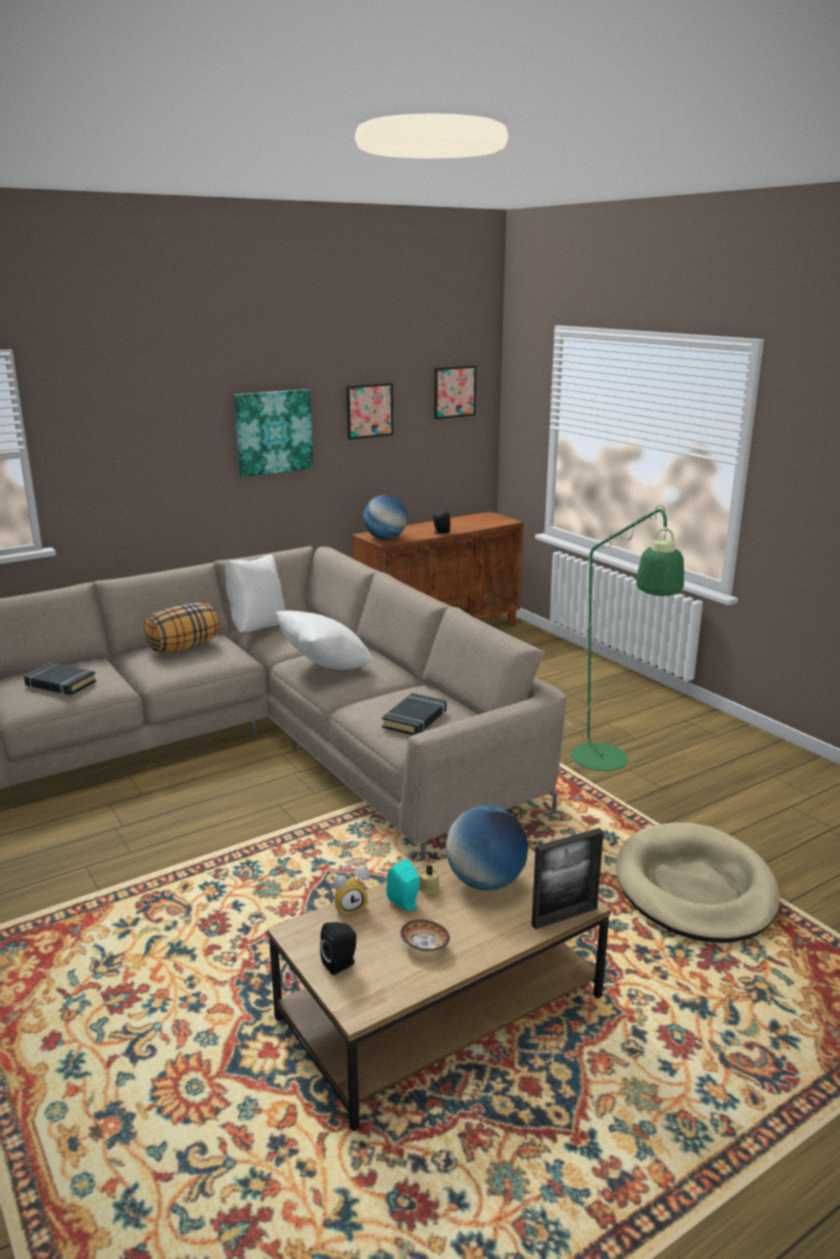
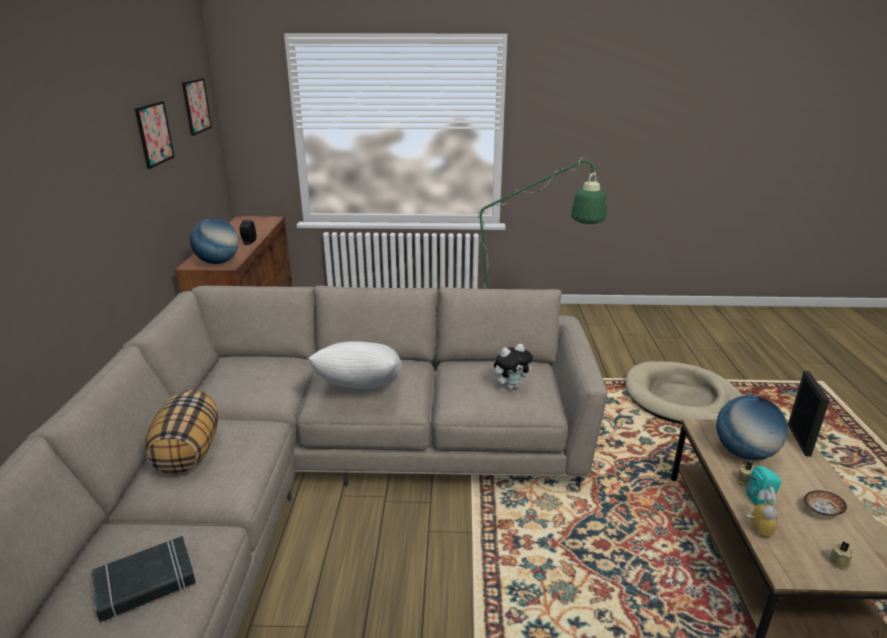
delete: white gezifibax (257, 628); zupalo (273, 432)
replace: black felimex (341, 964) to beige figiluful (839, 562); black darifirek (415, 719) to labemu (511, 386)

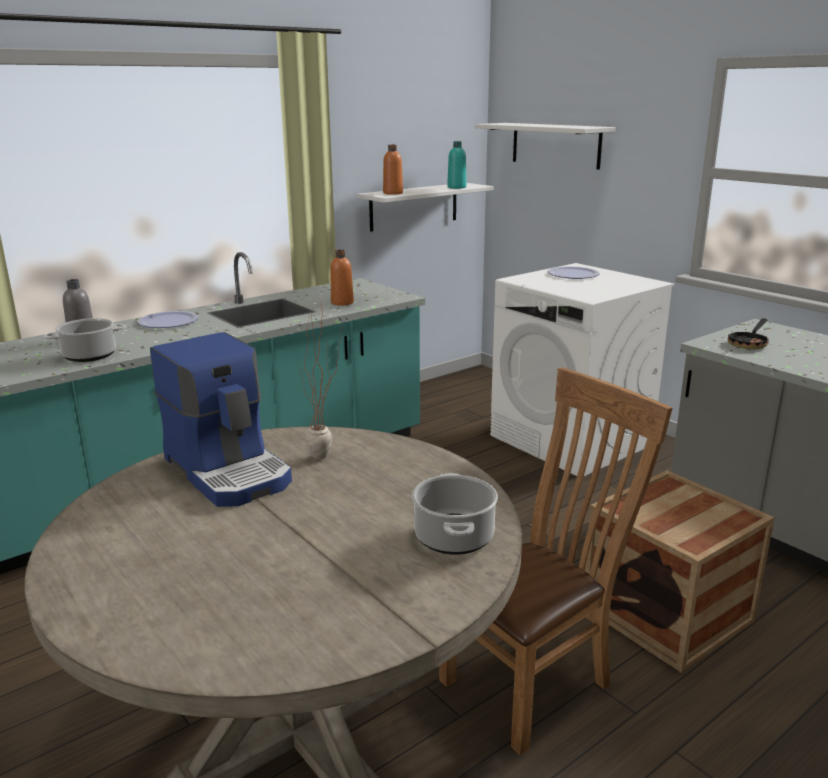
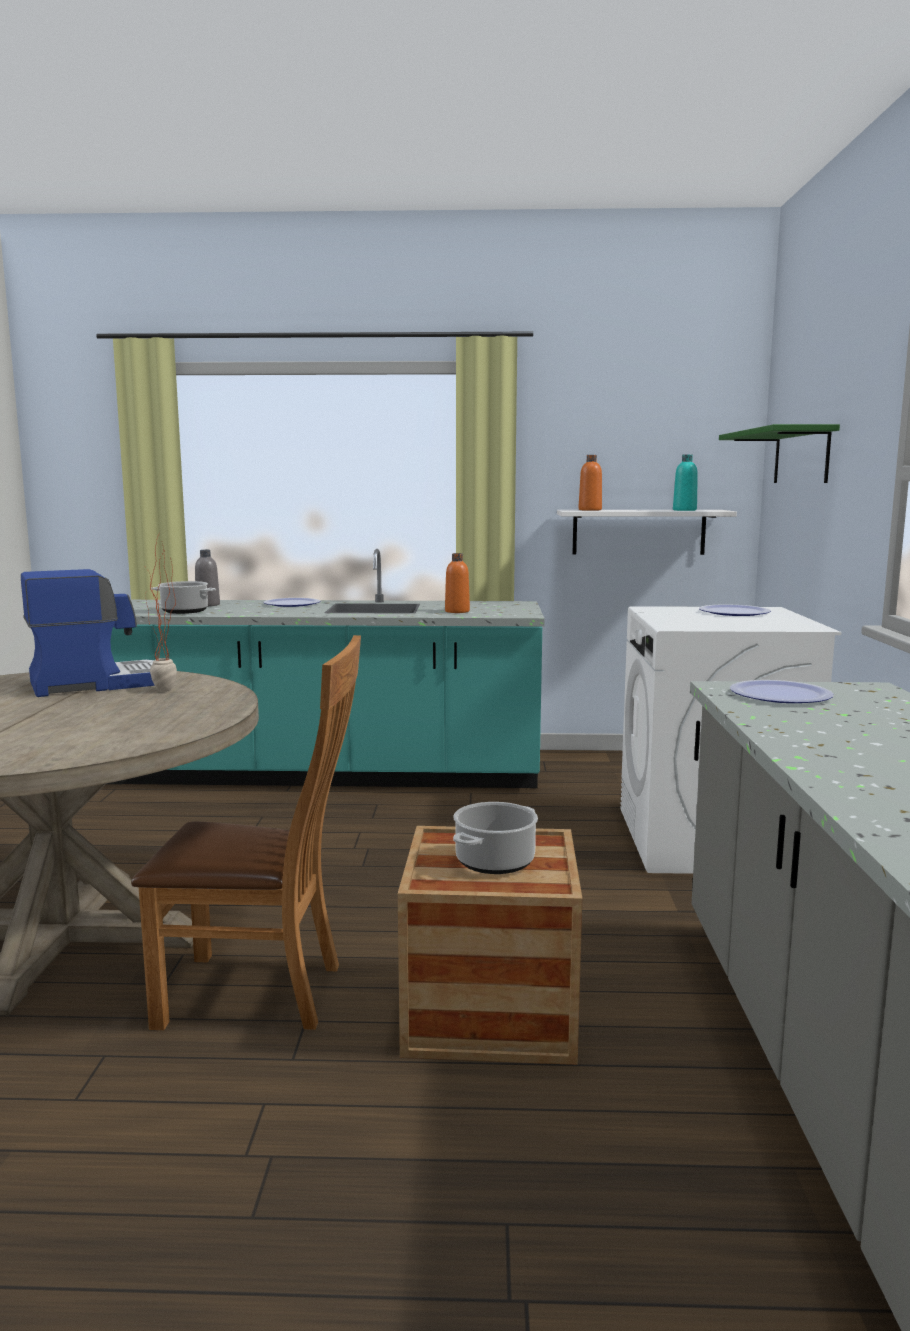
move: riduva (453, 536) to (495, 861)
replace: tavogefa (749, 343) to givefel (780, 695)
recolor: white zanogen (555, 145) to green zanogen (801, 456)
rotate: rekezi (229, 470) = (98, 683) 120 degrees counterclockwise

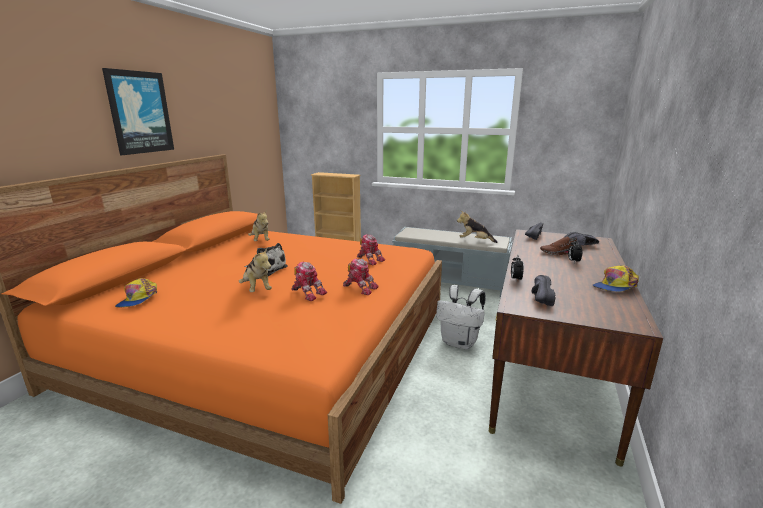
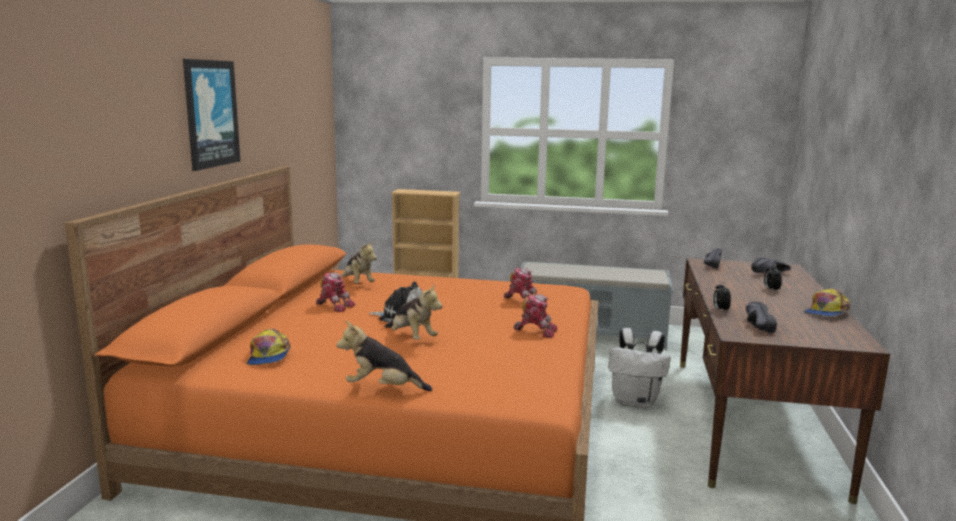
delete: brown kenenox (560, 253)
move: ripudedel (308, 293) to (334, 306); labemu (475, 241) to (383, 388)

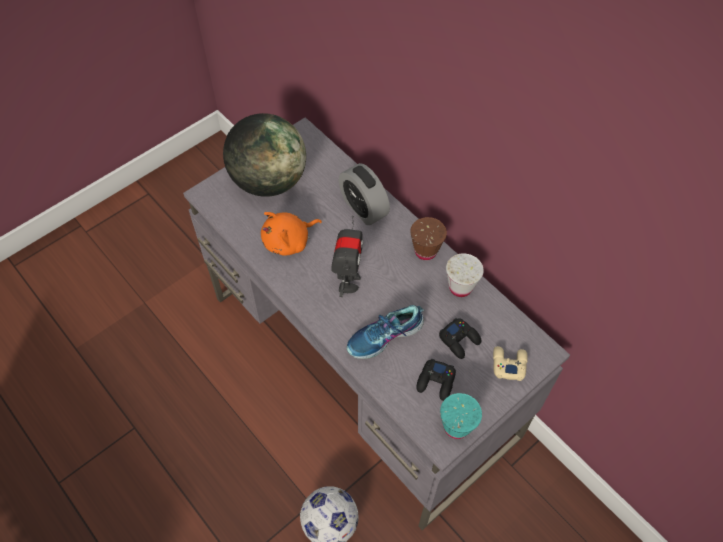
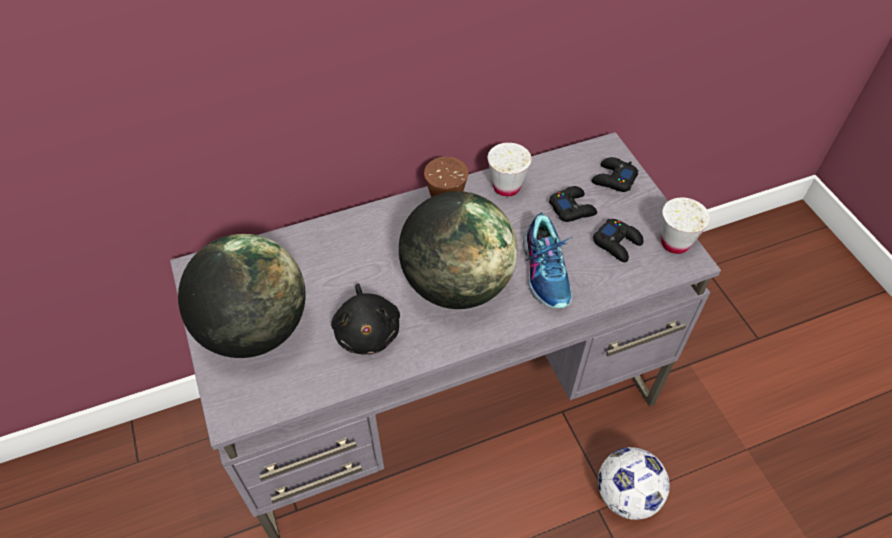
delete: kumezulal (363, 208)
replace: ripudedel (348, 281) to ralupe (456, 285)
recolor: orange labemu (289, 241) to black labemu (367, 331); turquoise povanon (456, 427) to white povanon (675, 243); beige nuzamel (508, 364) to black nuzamel (613, 179)

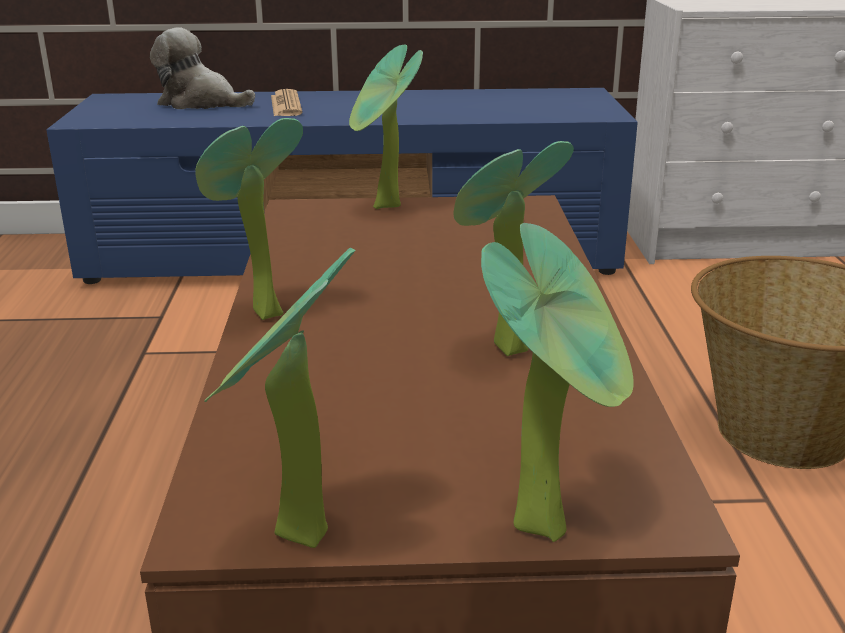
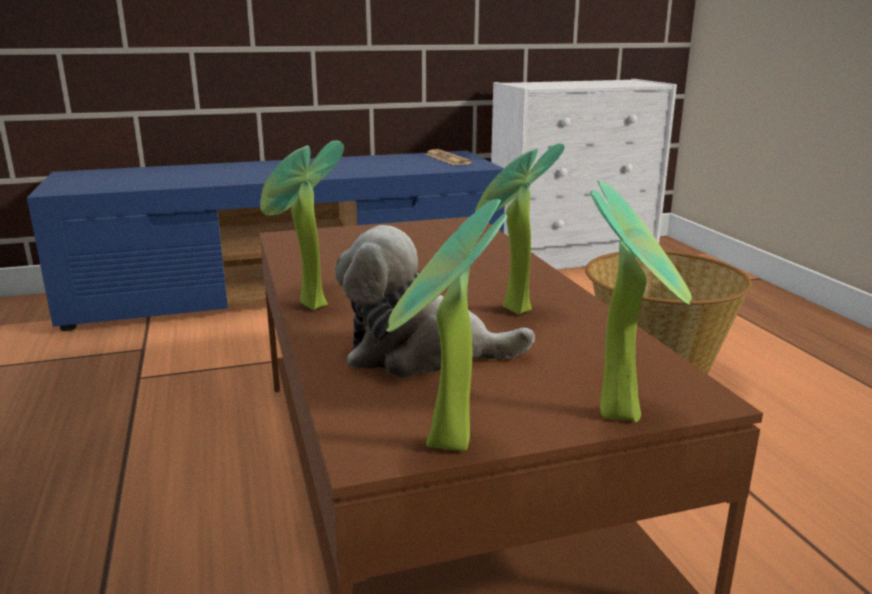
delete: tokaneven (385, 208)
move: labemu (201, 103) to (421, 353); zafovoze (286, 105) to (447, 159)

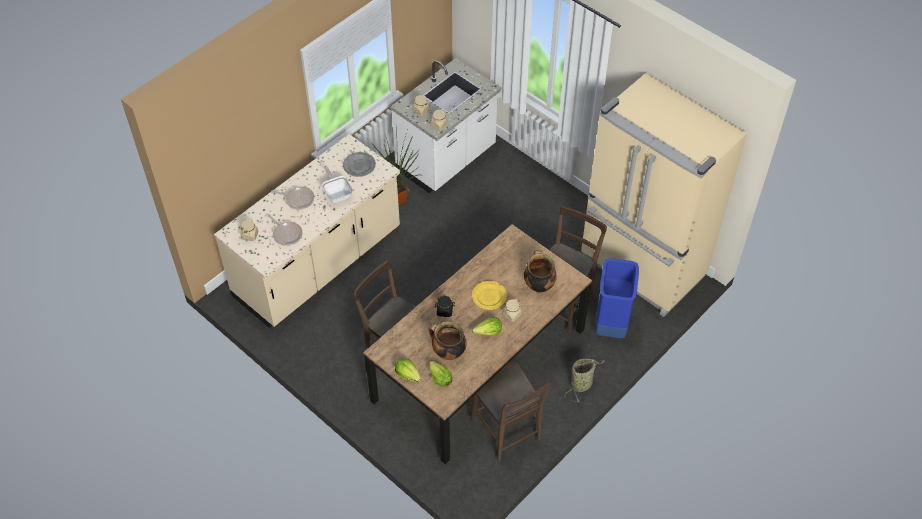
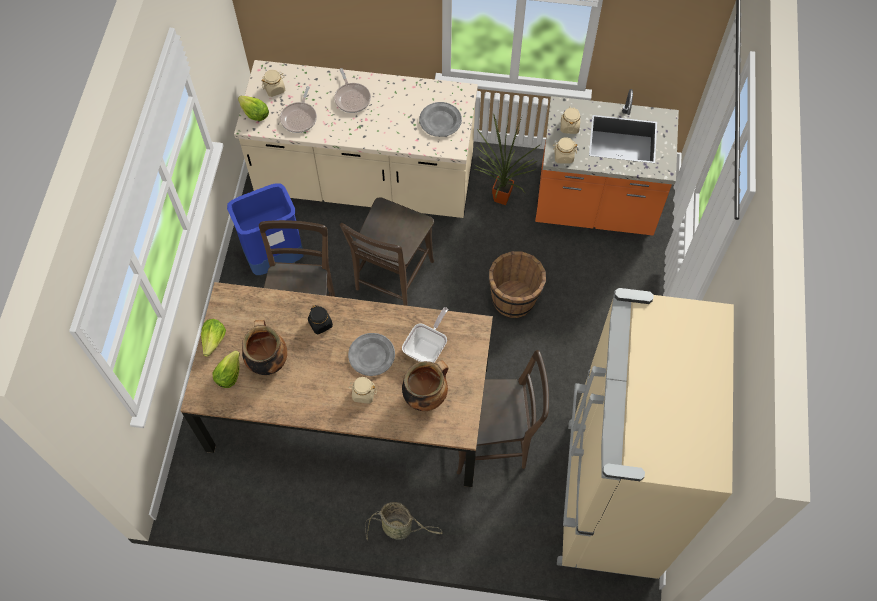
insert: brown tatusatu (514, 298)
move: tavogefa (337, 194) to (427, 347); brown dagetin (507, 432) to (392, 279); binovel (488, 332) to (254, 114); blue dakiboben (610, 325) to (275, 258)
recolor: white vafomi (447, 160) to orange vafomi (594, 207); yellow givefel (489, 296) to grey givefel (372, 355)

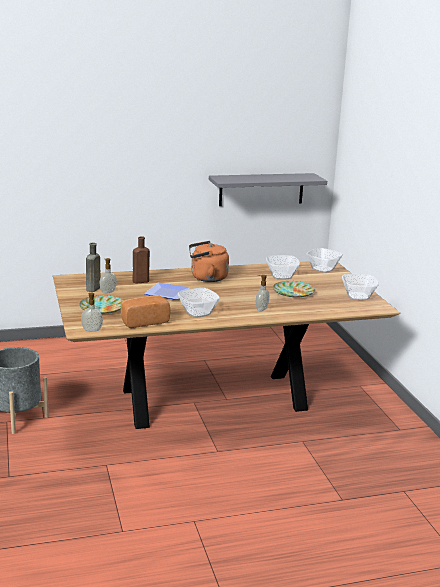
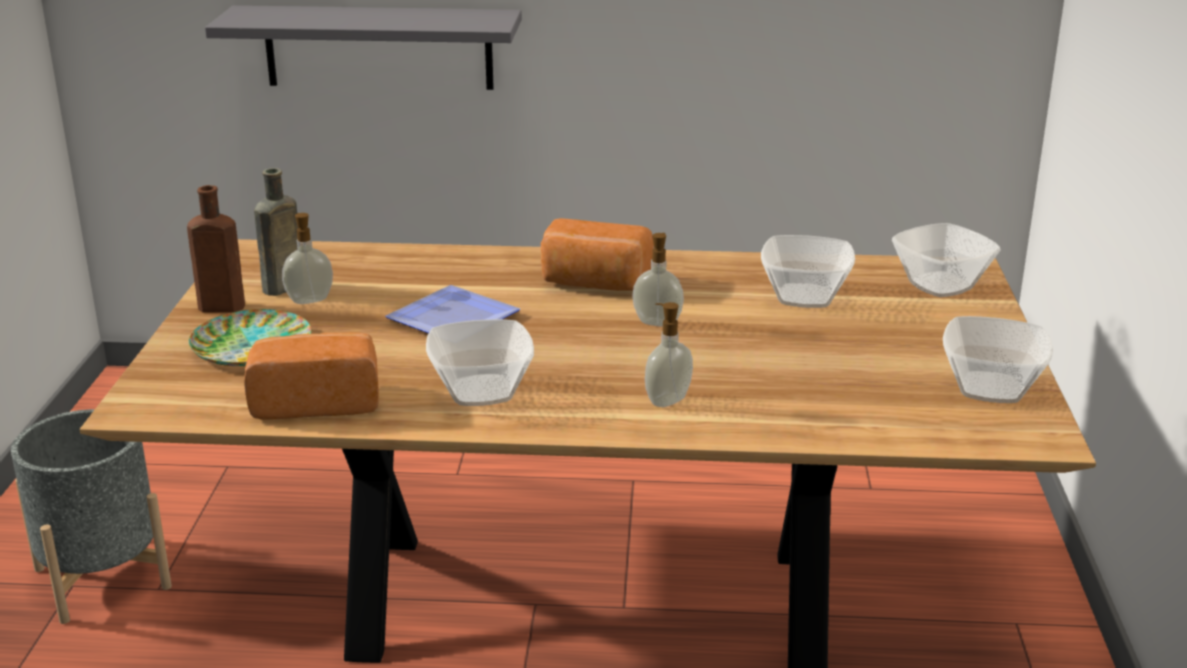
delete: givefel (293, 292)
move: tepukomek (92, 330) to (657, 322); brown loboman (139, 281) to (218, 307); grey zanogen (261, 189) to (378, 47)
replace: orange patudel (206, 278) to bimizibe (594, 283)

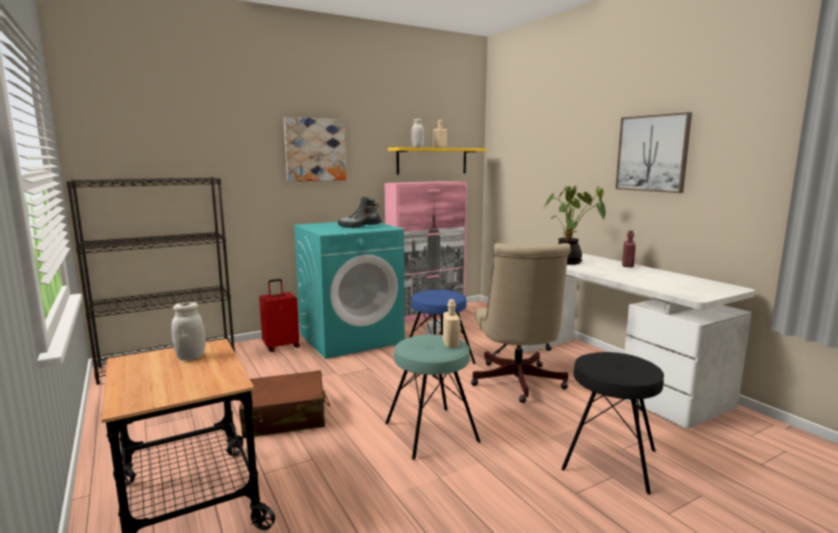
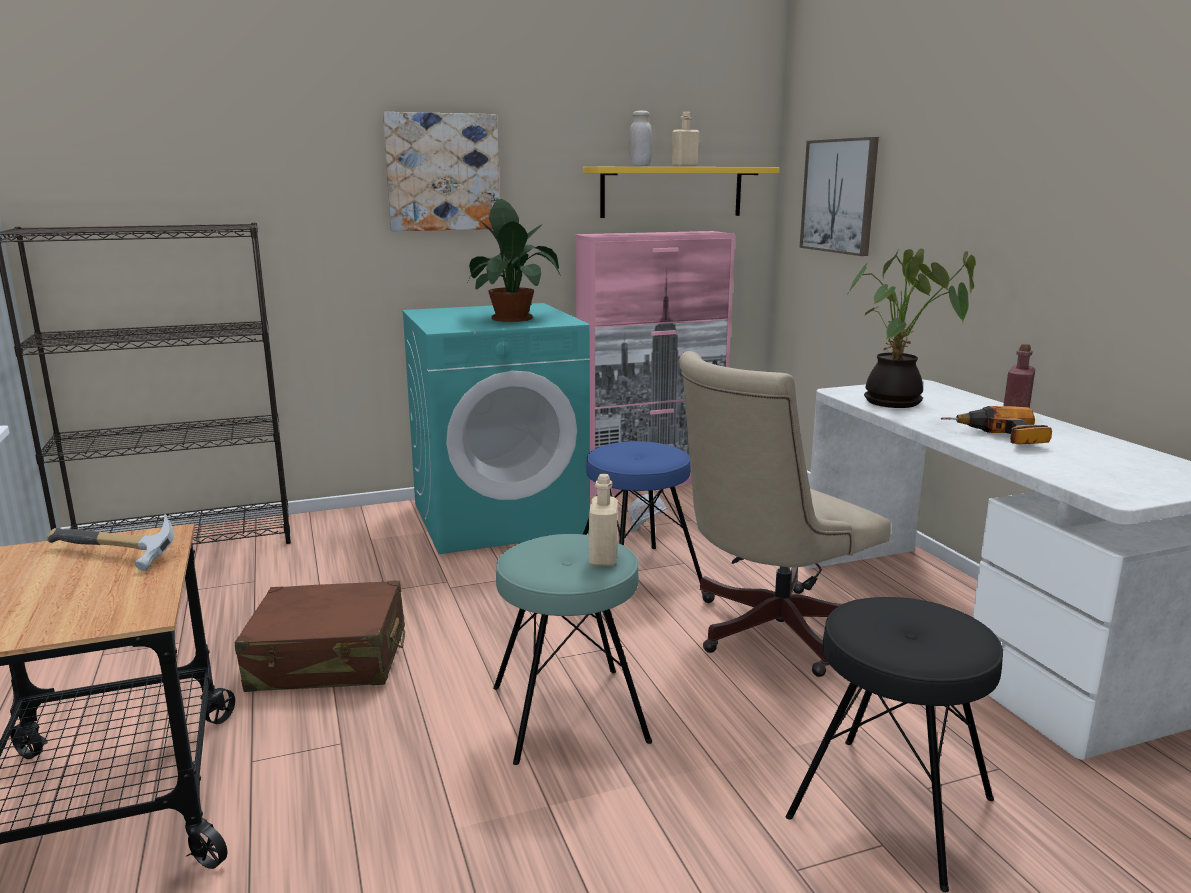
delete: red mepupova (281, 346)
insert: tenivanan (1001, 438)
move: zupalo (652, 153) to (839, 196)
replace: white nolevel (191, 357) to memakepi (111, 556); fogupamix (360, 226) to tokaneven (513, 317)
rotate: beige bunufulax (517, 384) = (767, 632) 45 degrees clockwise

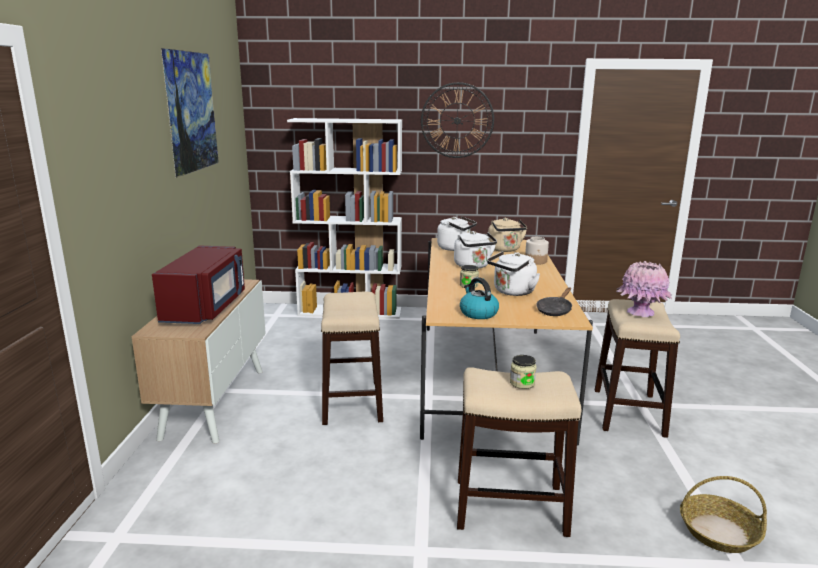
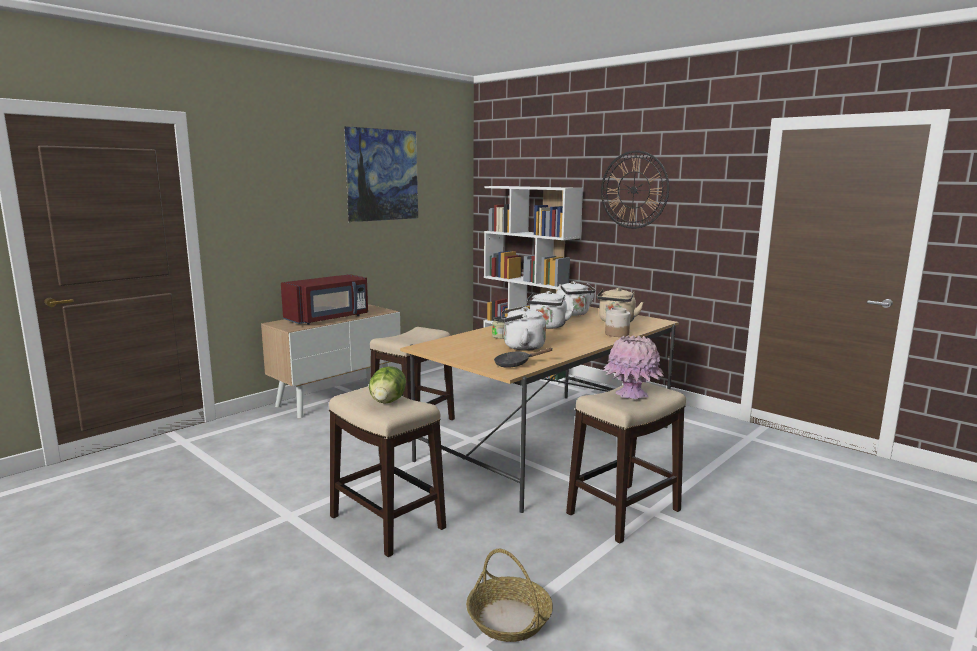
delete: patudel (478, 313)
replace: nolevel (522, 383) to binovel (387, 402)

